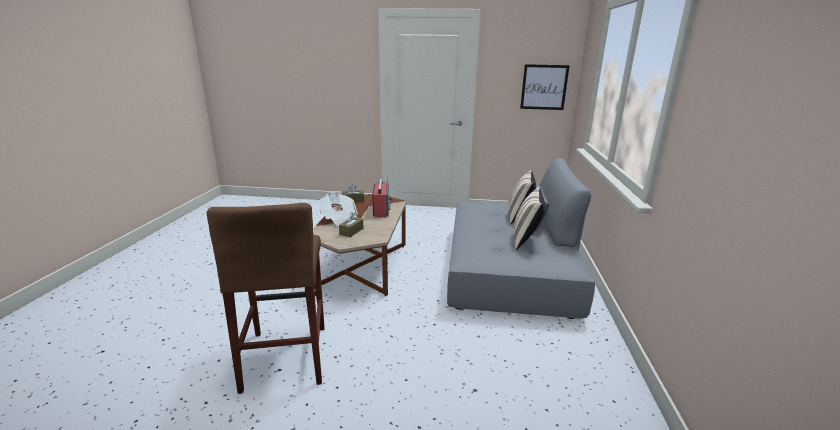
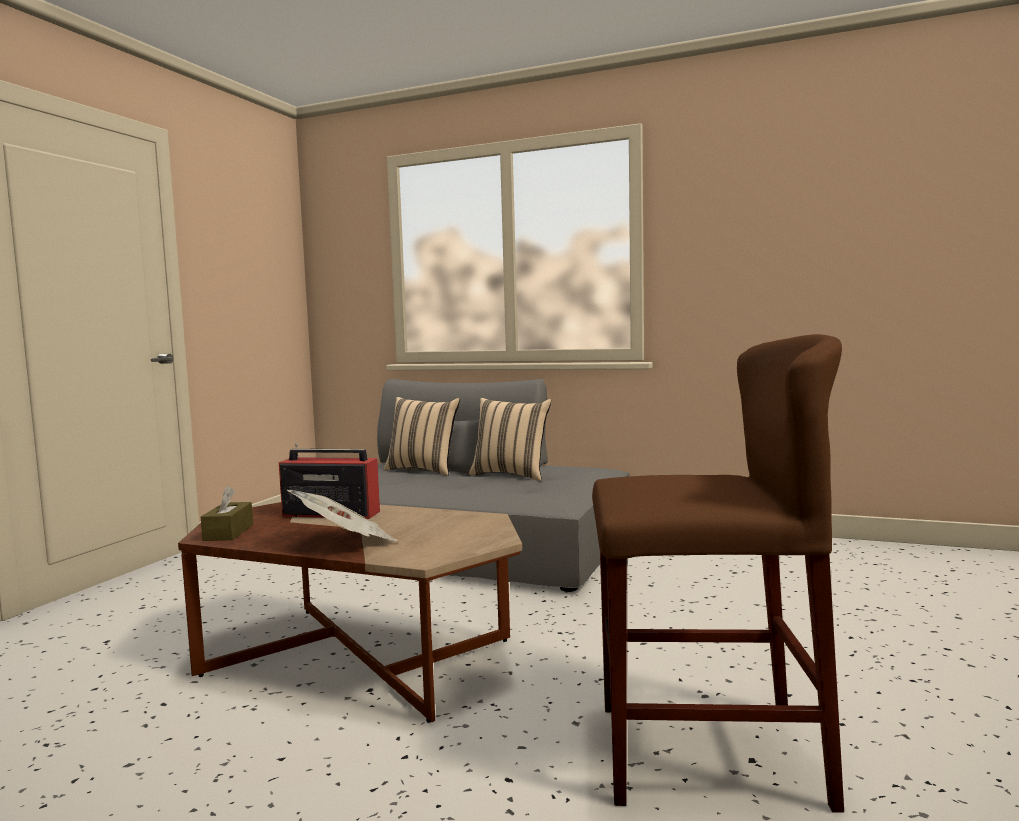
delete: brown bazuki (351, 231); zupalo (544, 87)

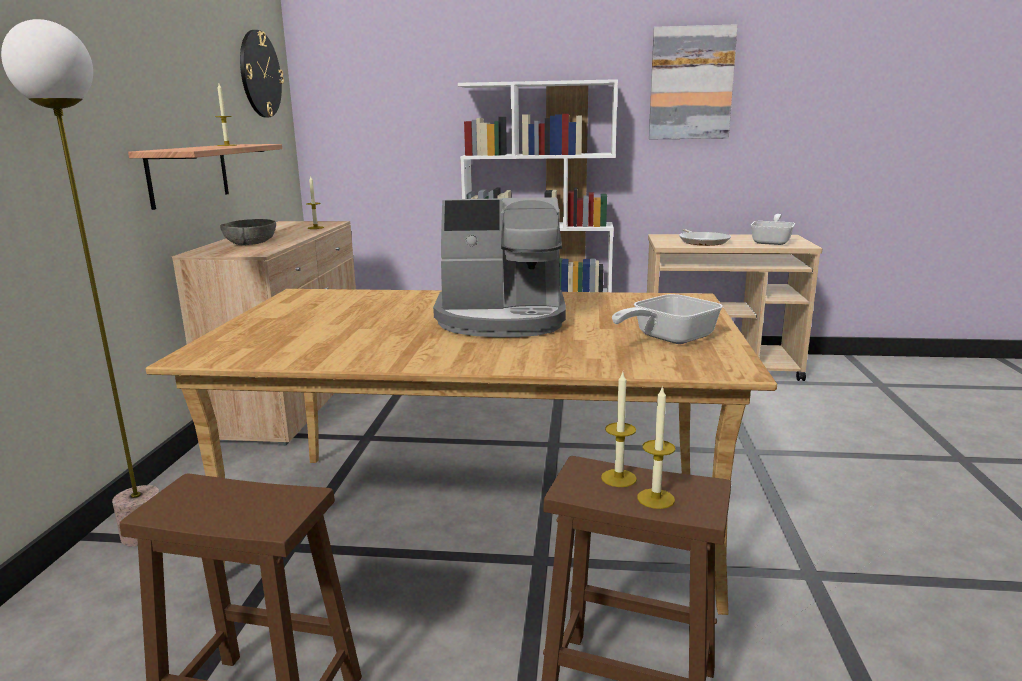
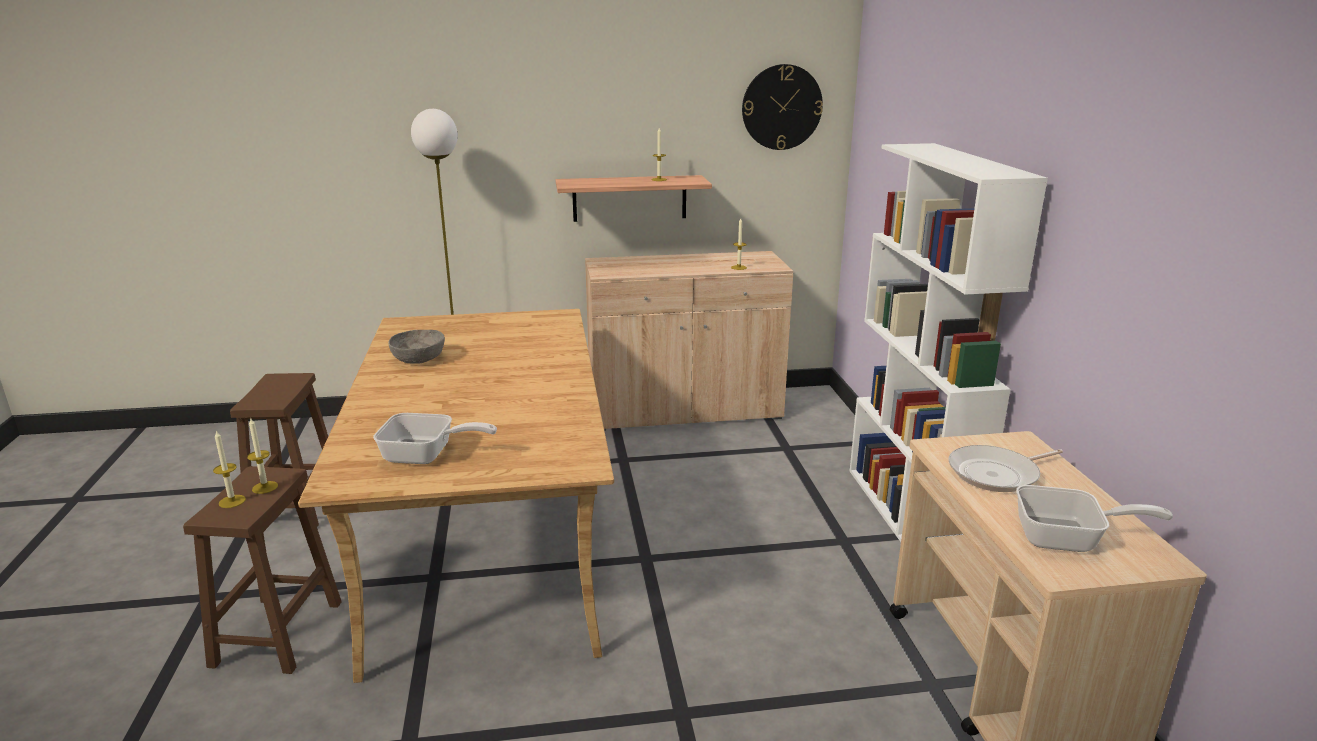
delete: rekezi (502, 319); zupalo (691, 83)
move: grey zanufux (250, 243) to (418, 359)
rotate: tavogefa (667, 338) = (426, 455) 150 degrees clockwise

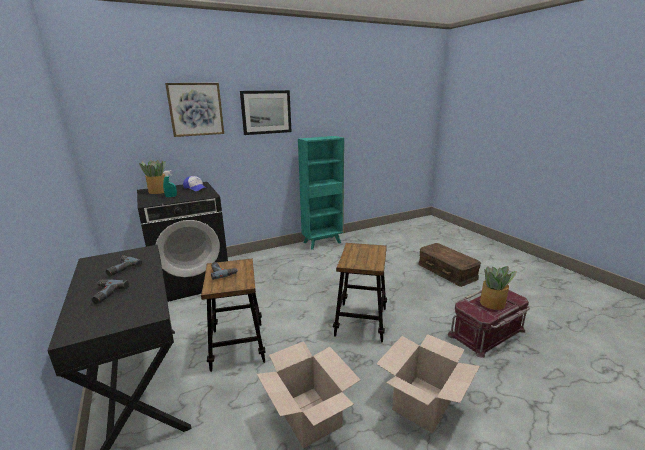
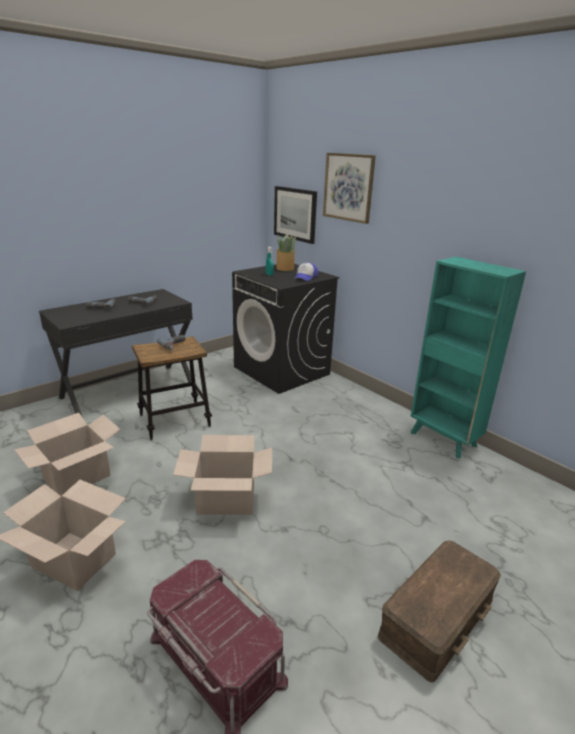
delete: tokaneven (493, 303)
move: zupalo (266, 112) to (295, 214)
replace: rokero (361, 321) to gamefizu (226, 499)

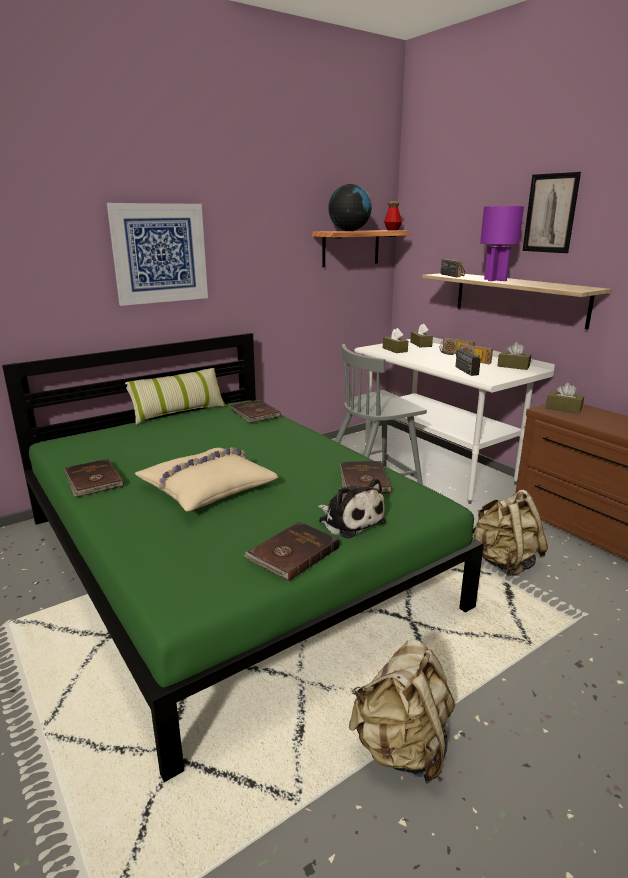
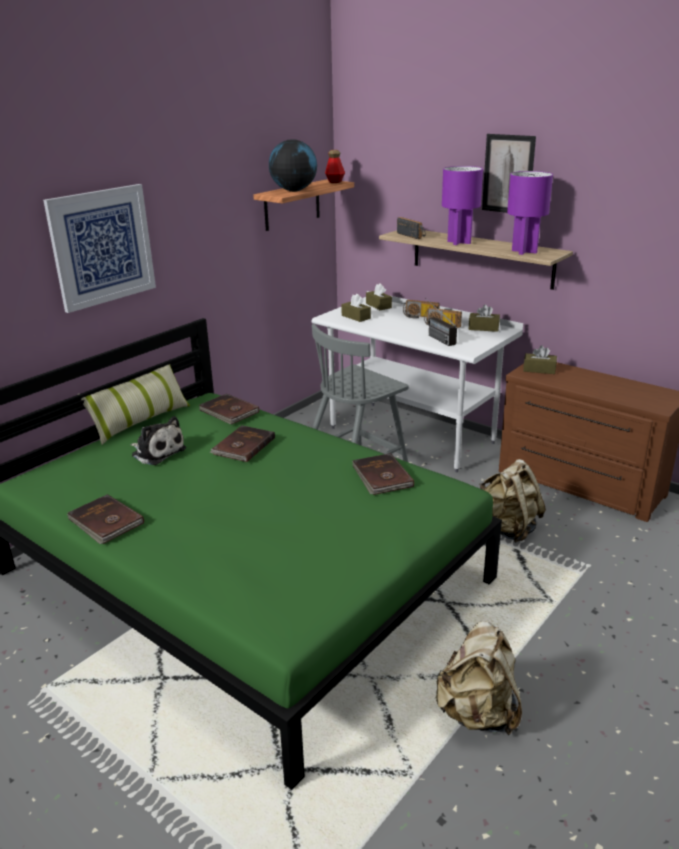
delete: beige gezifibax (207, 488)
insert: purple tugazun (523, 251)
move: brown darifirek (292, 553) to (243, 446); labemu (349, 520) to (157, 452)

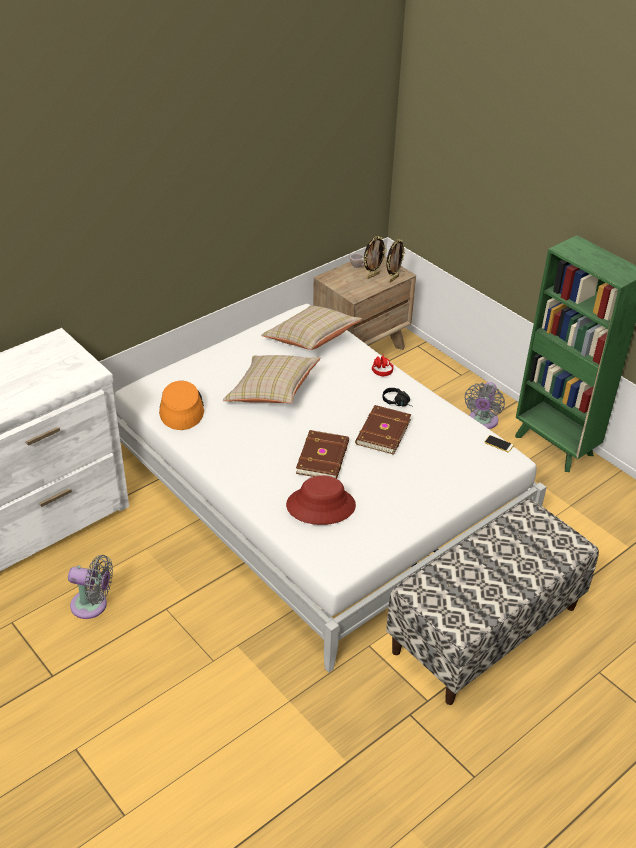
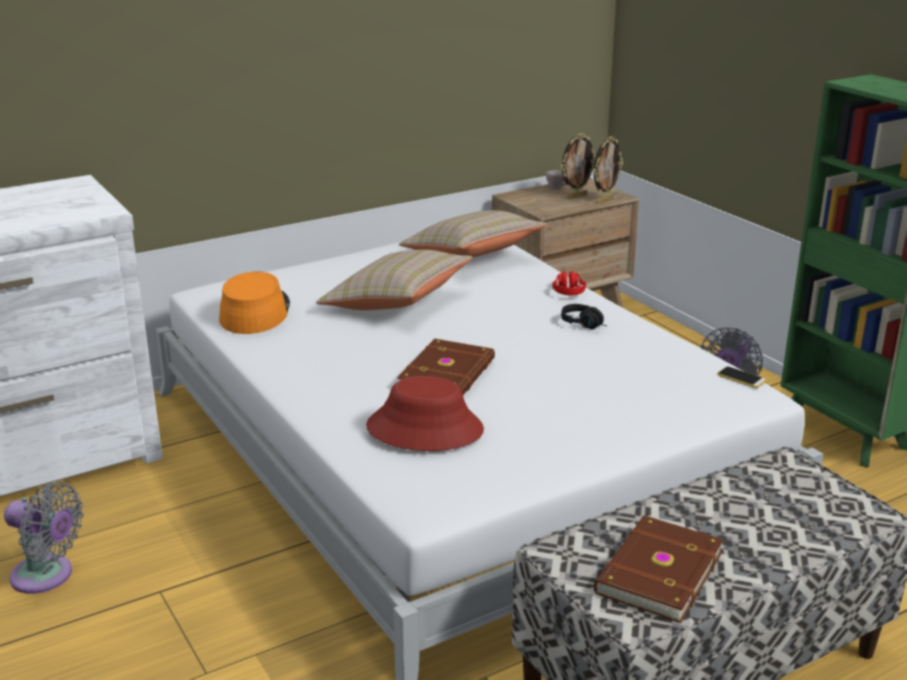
move: brown darifirek (382, 432) to (656, 572)

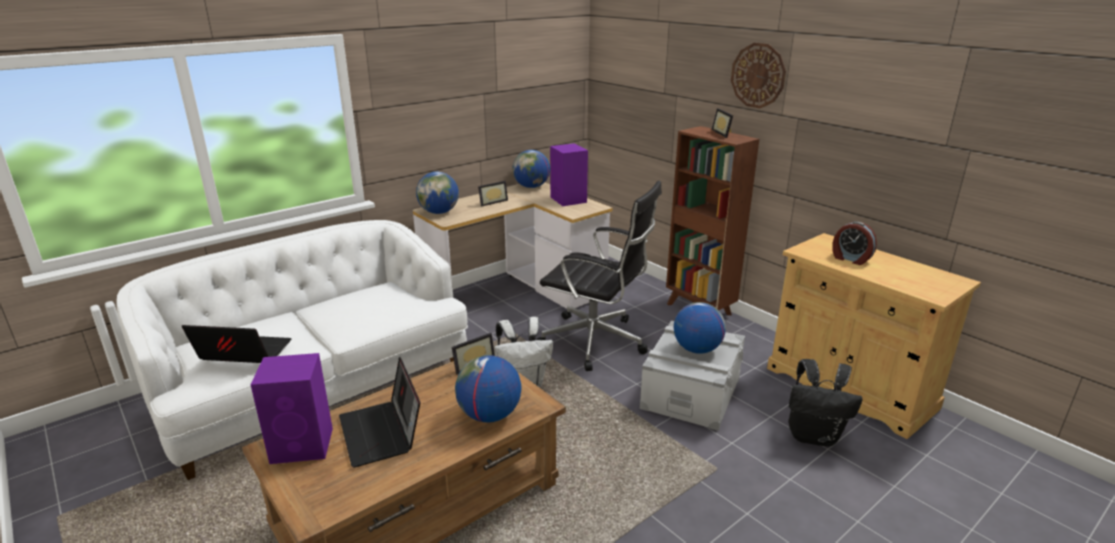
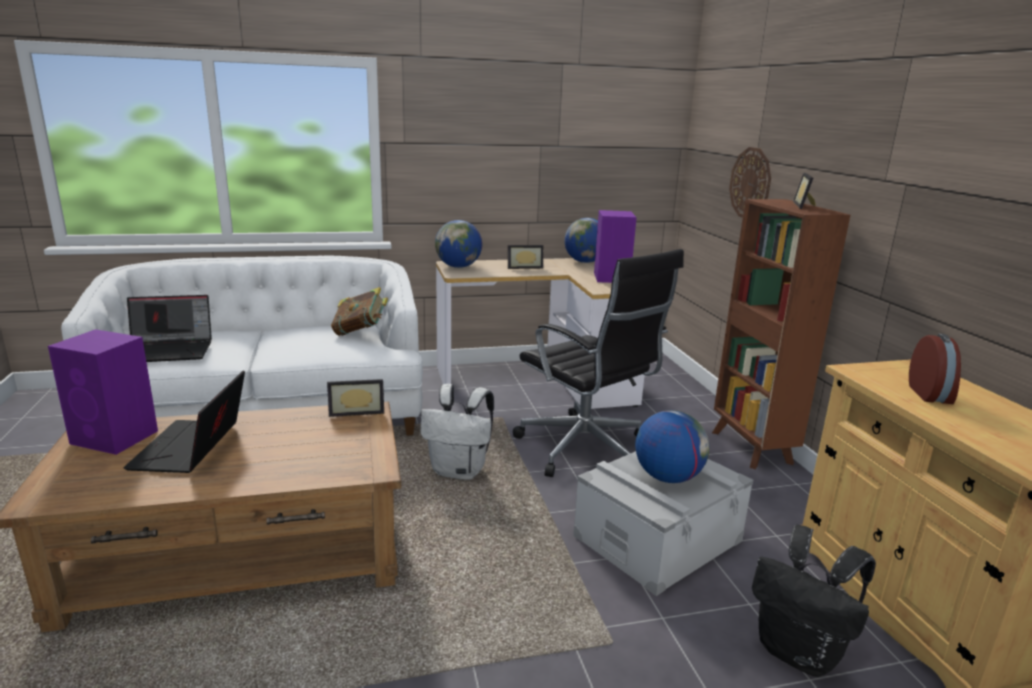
delete: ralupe (489, 415)
insert: darifirek (360, 332)
move: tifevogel (758, 75) to (750, 183)
rotate: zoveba (242, 354) = (170, 350) 135 degrees clockwise; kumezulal (850, 259) = (930, 394) 150 degrees counterclockwise

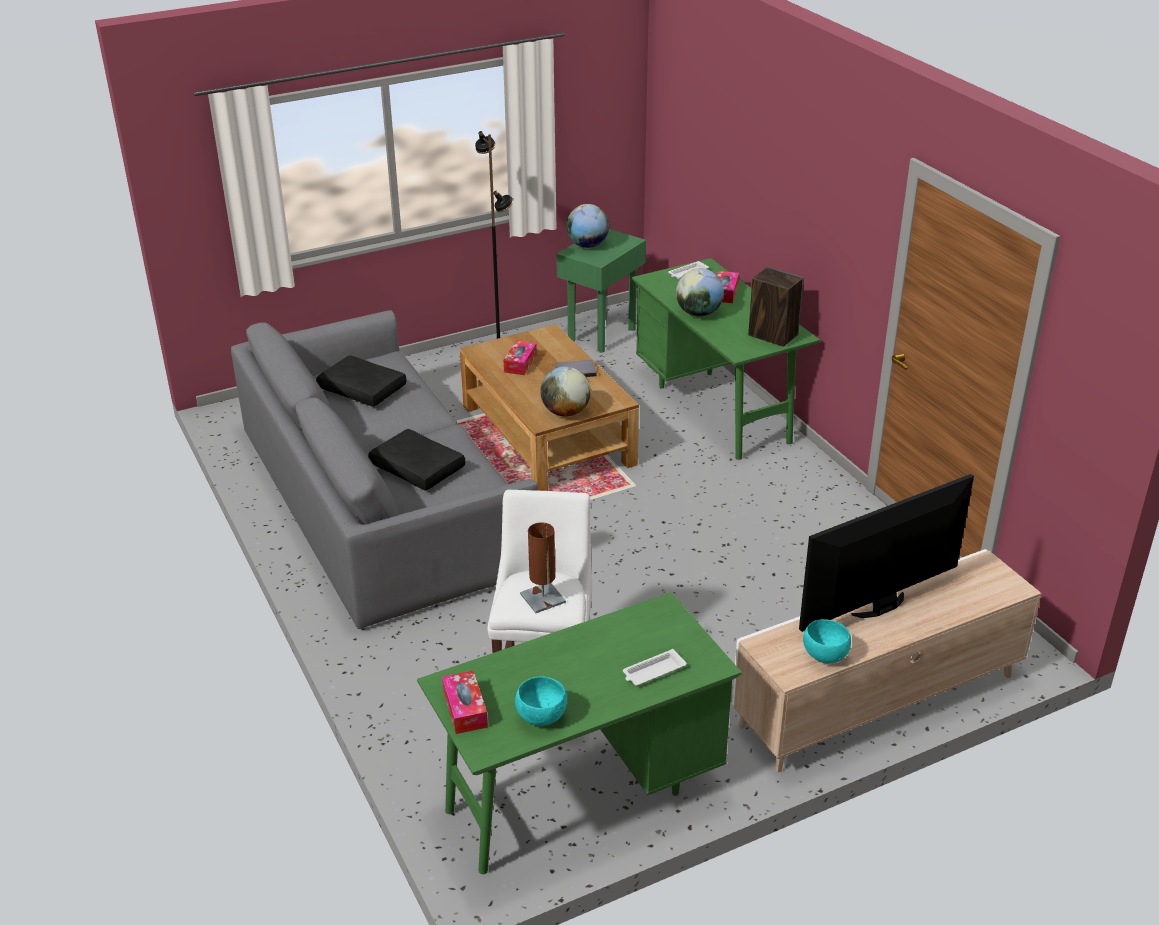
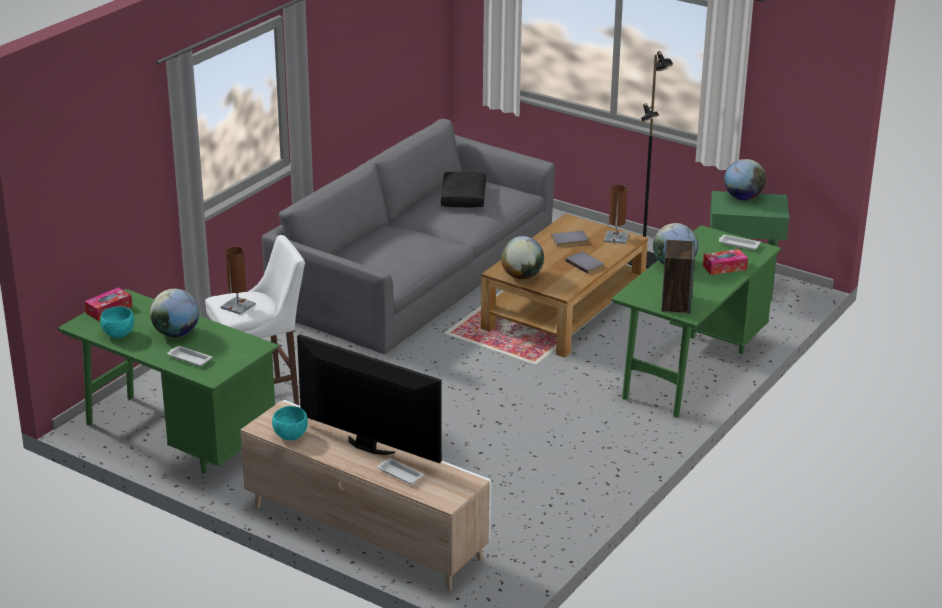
delete: black gezifibax (416, 469)
insert: ralupe (176, 333); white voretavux (399, 474); brown tugazun (616, 238)
replace: bazuki (520, 363) to grey darifirek (570, 241)

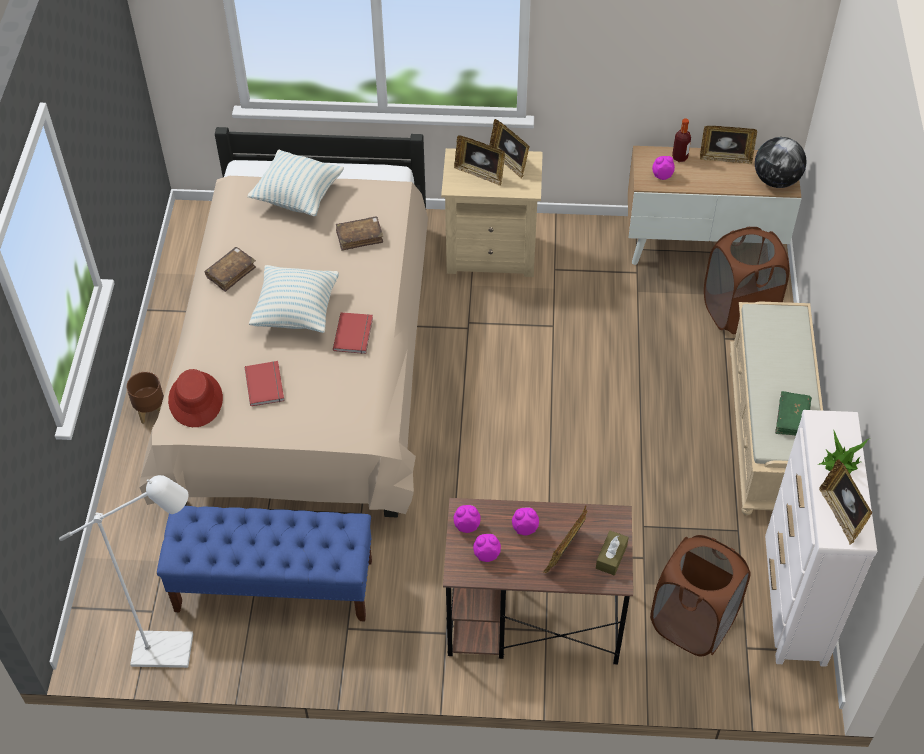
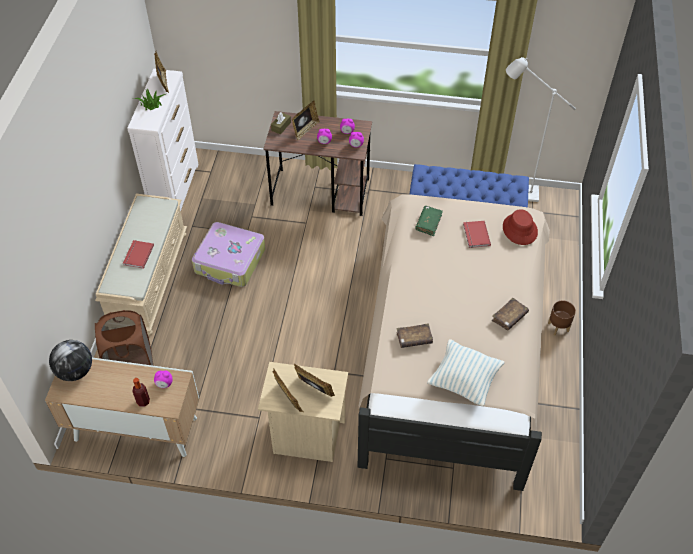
delete: gezifibax (296, 312); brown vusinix (692, 623); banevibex (725, 158)
insert: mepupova (230, 261)
move: red darifirek (355, 334) to (137, 255); green darifirek (792, 418) to (428, 223)

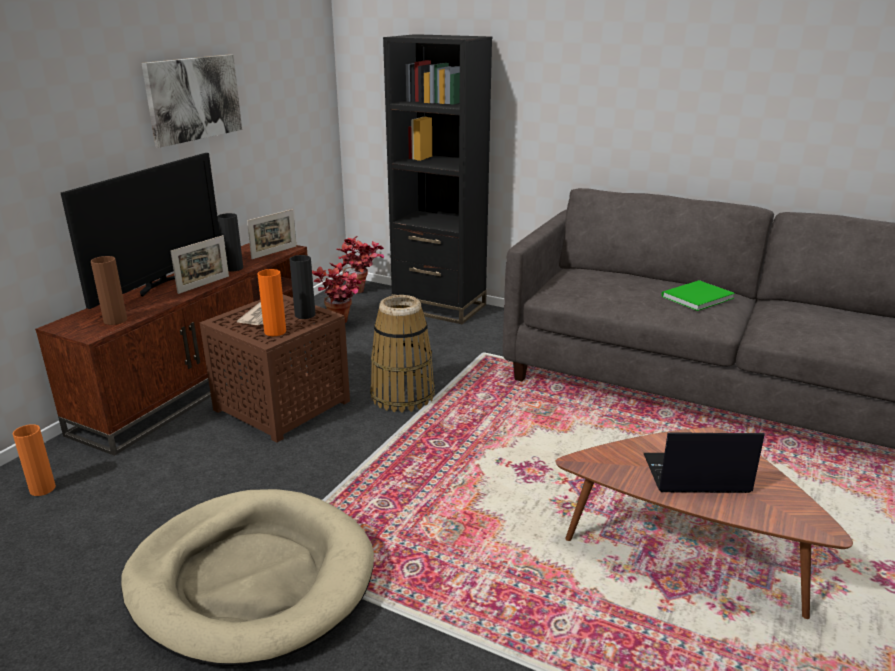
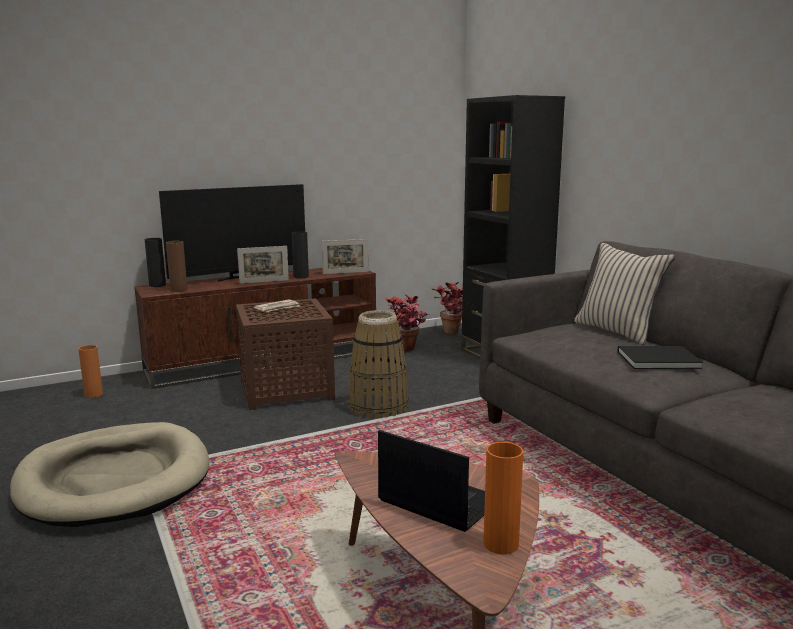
delete: zupalo (193, 98)
insert: beige gezifibax (618, 331)
move: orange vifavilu (275, 332) to (501, 544); black vifavilu (305, 315) to (157, 285)
recolor: green darifirek (695, 297) to black darifirek (655, 359)

